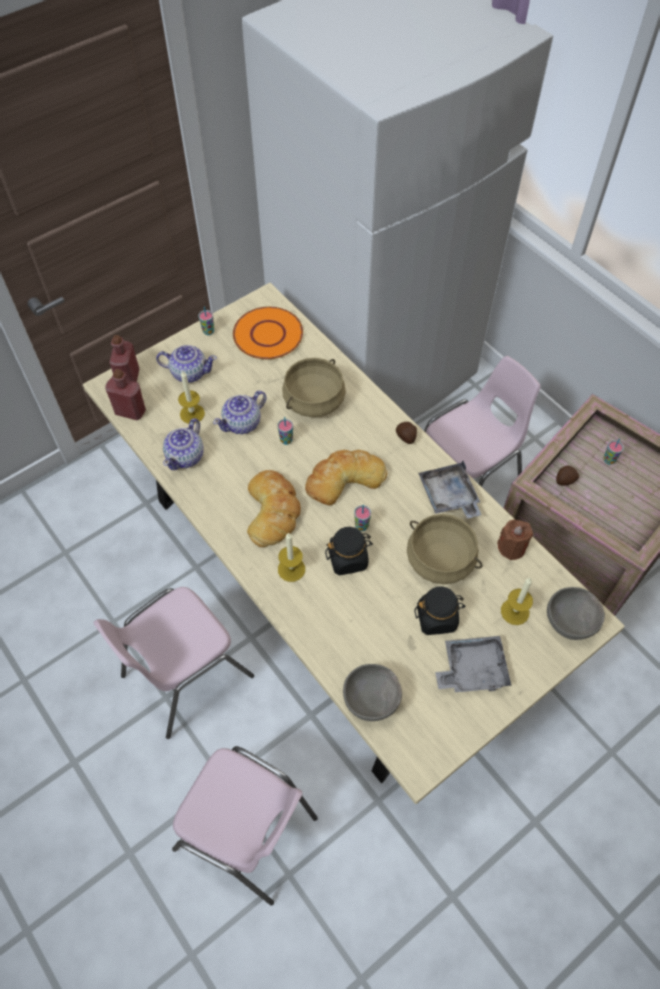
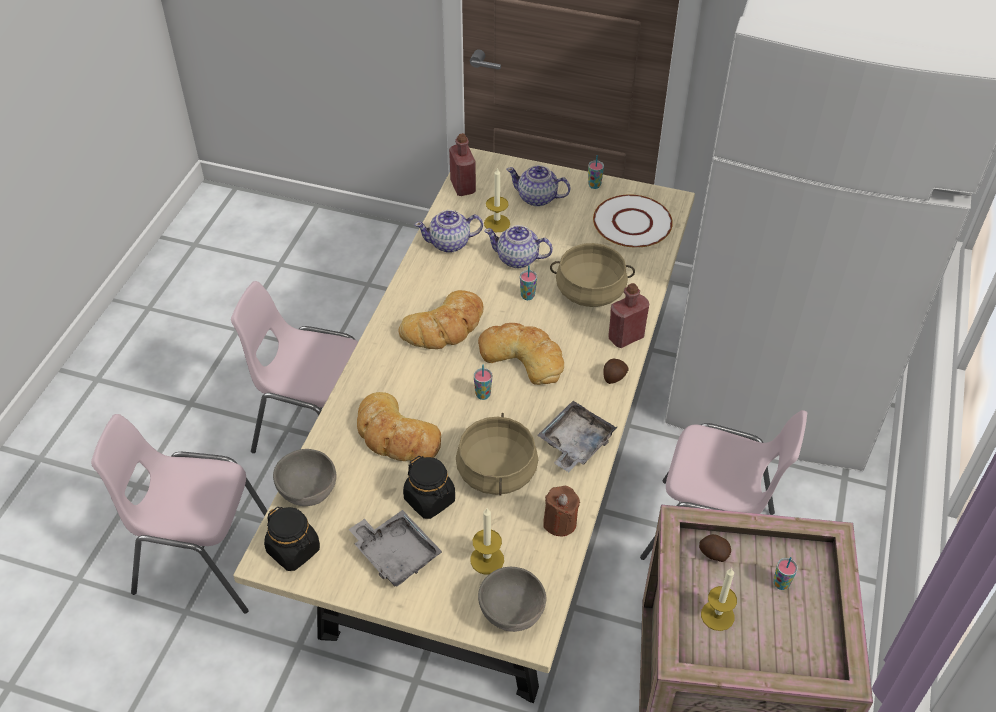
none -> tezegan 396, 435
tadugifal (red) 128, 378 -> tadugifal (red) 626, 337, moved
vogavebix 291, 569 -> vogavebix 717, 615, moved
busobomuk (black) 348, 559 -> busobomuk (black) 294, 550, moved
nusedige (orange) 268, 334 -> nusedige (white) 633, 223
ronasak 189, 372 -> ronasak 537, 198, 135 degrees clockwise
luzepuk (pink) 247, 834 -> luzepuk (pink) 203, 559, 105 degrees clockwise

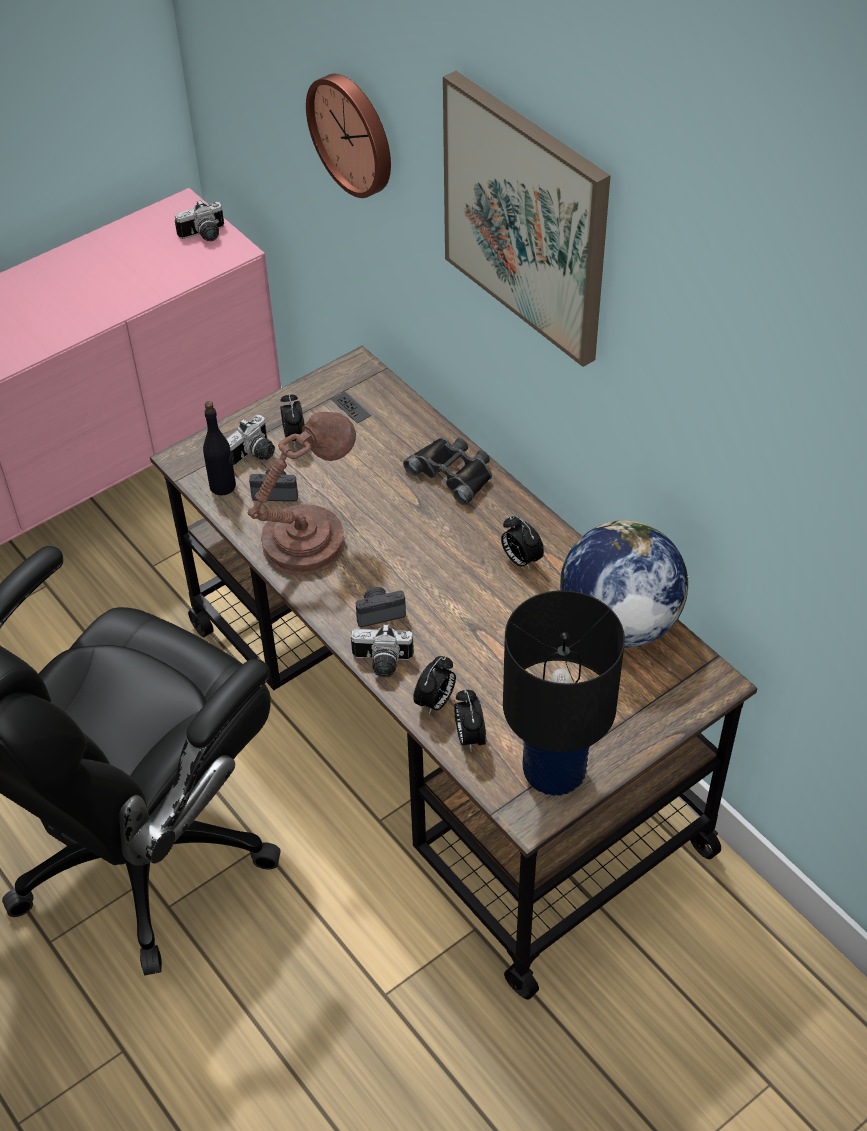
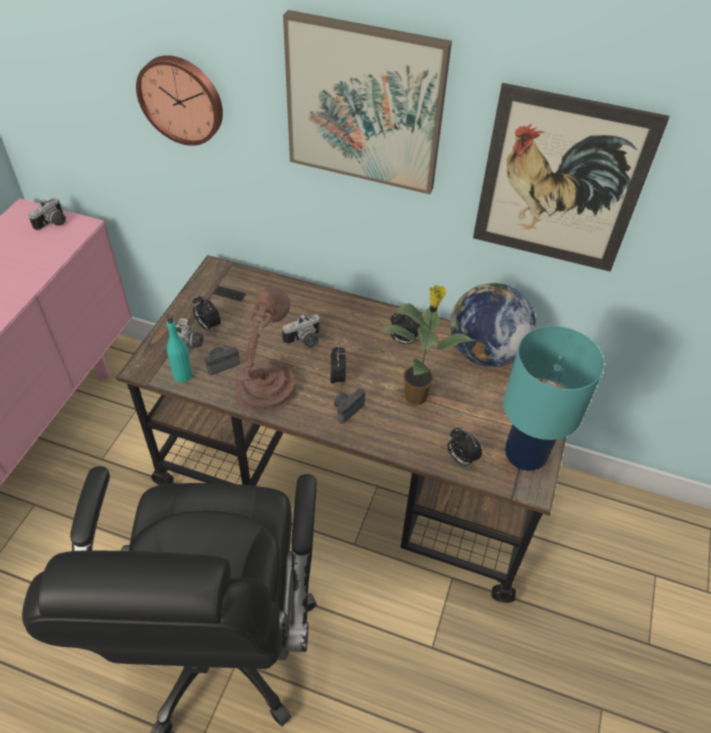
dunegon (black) 453, 473 -> none
none -> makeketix 417, 395
none -> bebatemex 560, 182
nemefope 381, 663 -> nemefope 304, 341, moved
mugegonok 435, 702 -> mugegonok 338, 379, moved
tadugifal (black) 223, 486 -> tadugifal (turquoise) 183, 375
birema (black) 553, 775 -> birema (turquoise) 525, 457

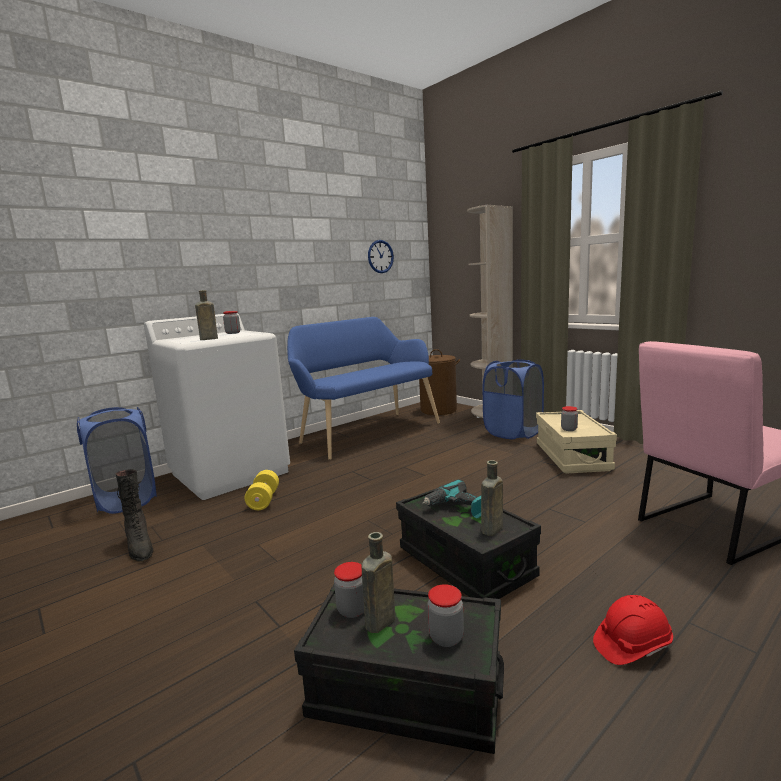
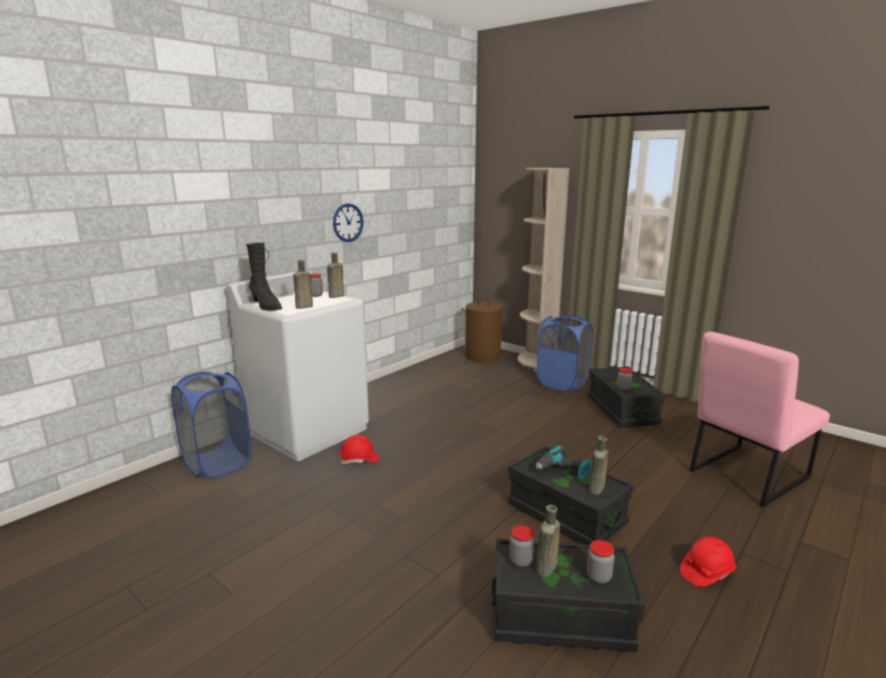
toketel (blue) 366, 432 -> none
none -> tadugifal (brown) 335, 296
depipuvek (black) 140, 548 -> depipuvek (black) 266, 306, moved
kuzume 380, 256 -> kuzume 348, 222, moved
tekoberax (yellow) 263, 500 -> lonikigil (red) 359, 460
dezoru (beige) 572, 457 -> dezoru (black) 622, 410

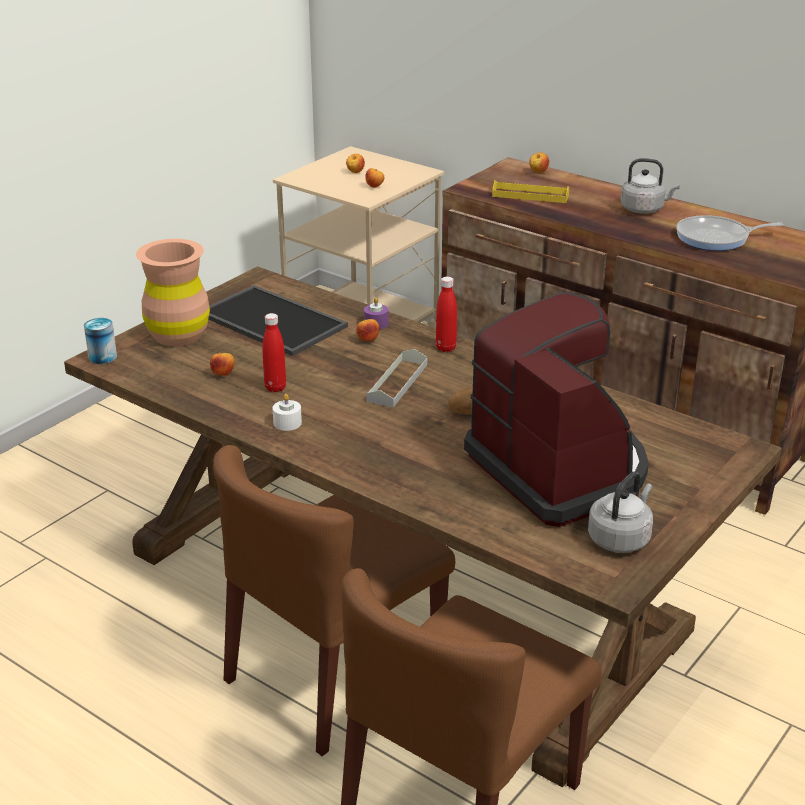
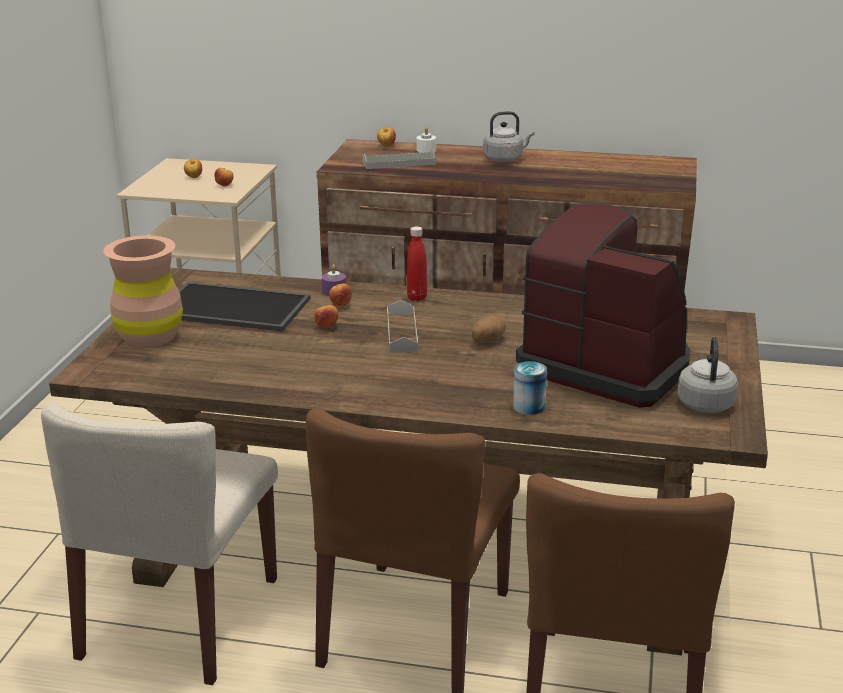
tadugifal (red) 275, 388 -> none
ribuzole 716, 238 -> none
none -> luzepuk (beige) 180, 618
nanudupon 102, 357 -> nanudupon 529, 407, moved
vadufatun 223, 374 -> vadufatun 326, 327, moved
vogavebix (white) 287, 423 -> vogavebix (white) 426, 150, moved
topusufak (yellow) 530, 195 -> topusufak (grey) 399, 163

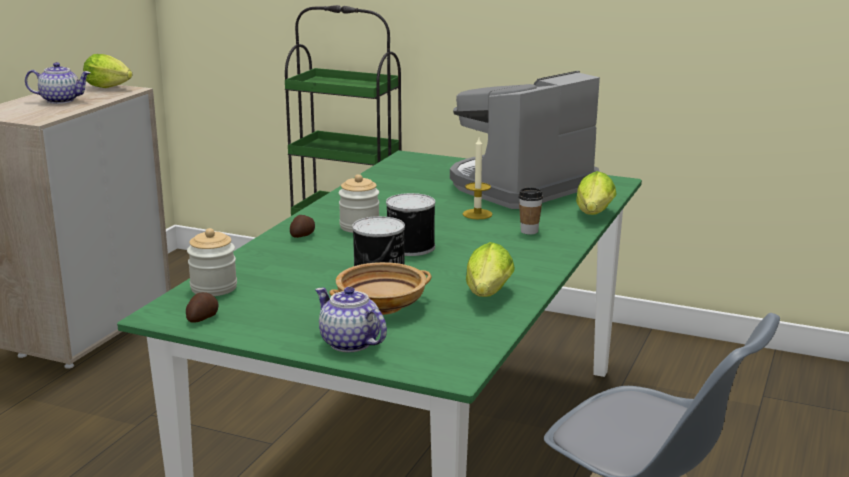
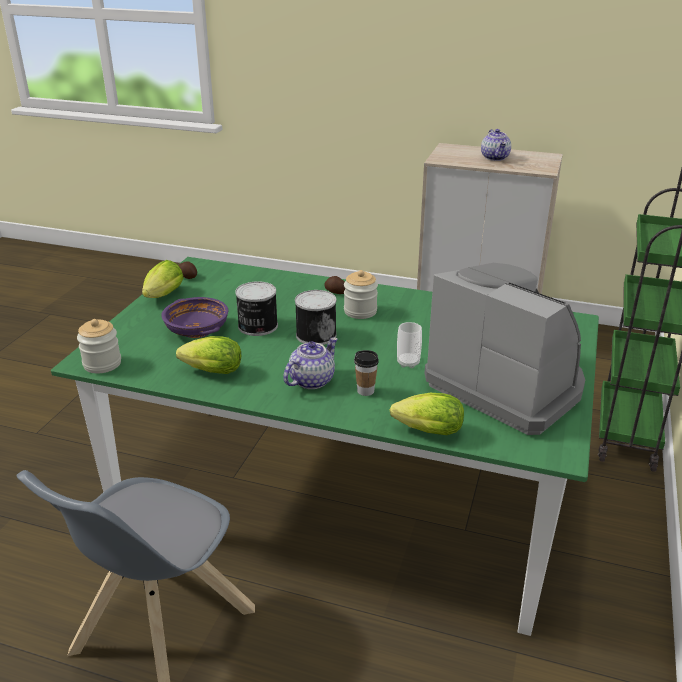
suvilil 111, 88 -> suvilil 162, 297, moved
busobomuk 214, 288 -> busobomuk 102, 364, moved
ronasak 349, 343 -> ronasak 311, 380, moved
vogavebix 477, 214 -> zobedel 408, 363
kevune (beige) 382, 305 -> kevune (purple) 197, 330

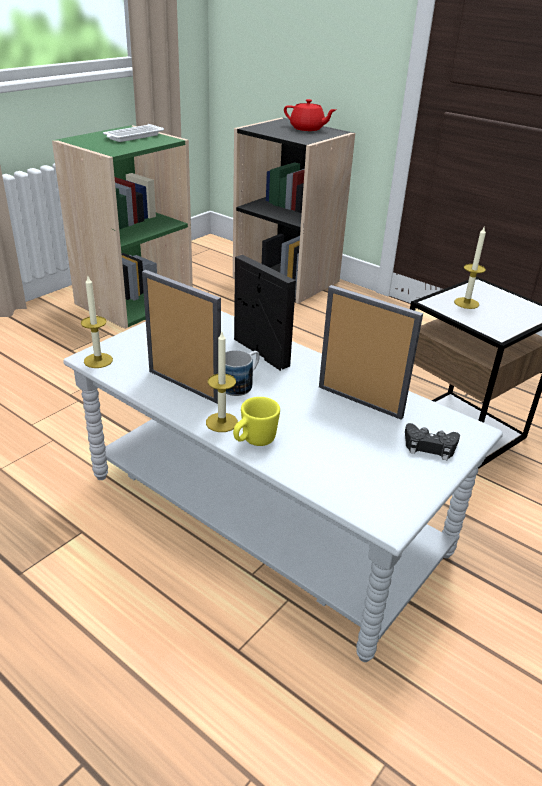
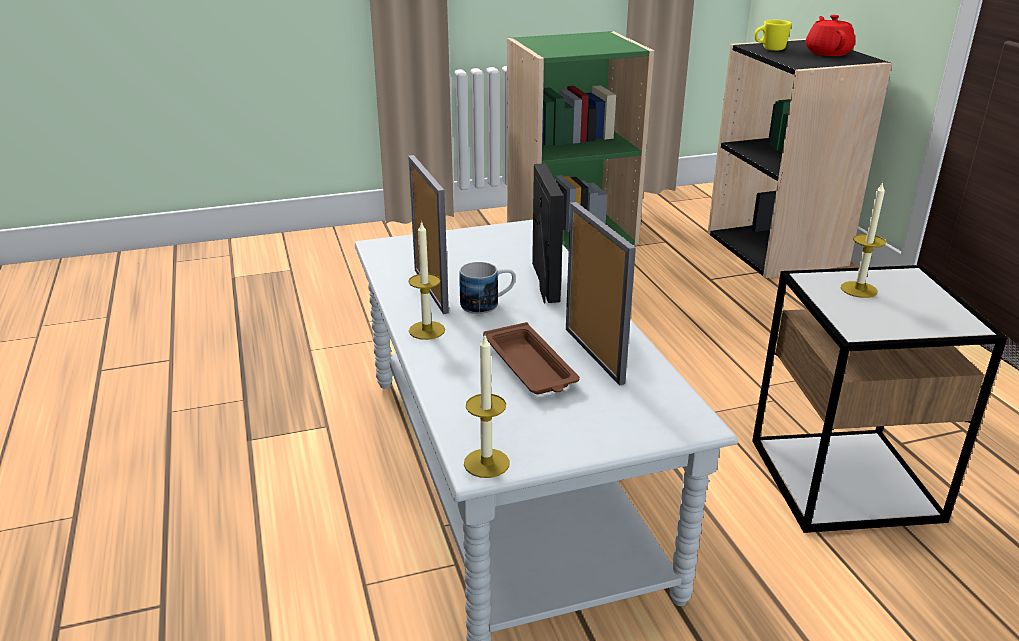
topusufak (white) 133, 137 -> none
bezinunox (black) 429, 446 -> none
none -> topusufak (brown) 530, 367
vogavebix 98, 360 -> vogavebix 486, 463, moved
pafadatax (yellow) 254, 441 -> pafadatax (yellow) 769, 49, moved
ronasak (red) 307, 129 -> ronasak (red) 827, 53, 150 degrees counterclockwise

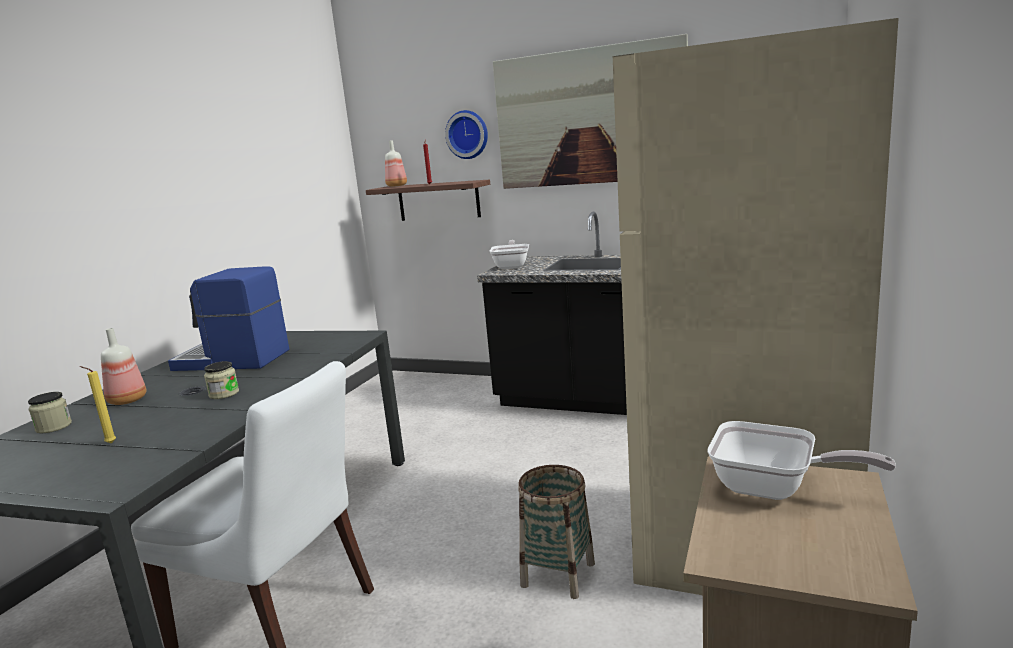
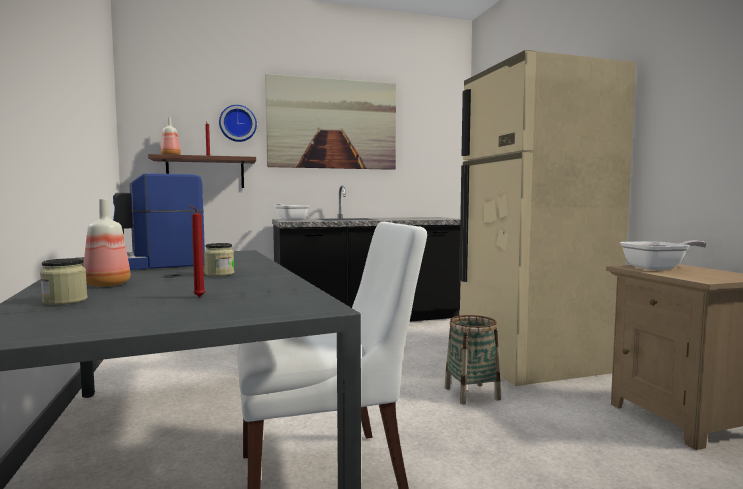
vogavebix (yellow) 109, 443 -> vogavebix (red) 197, 297

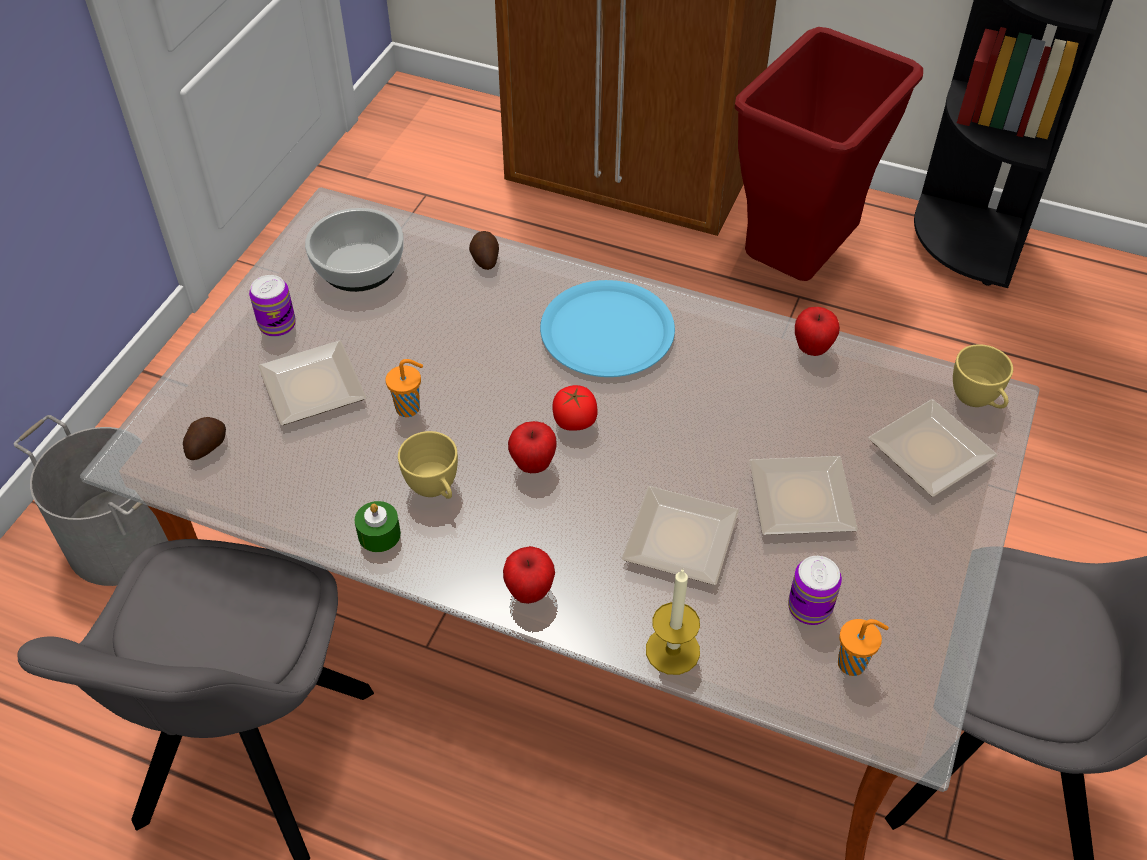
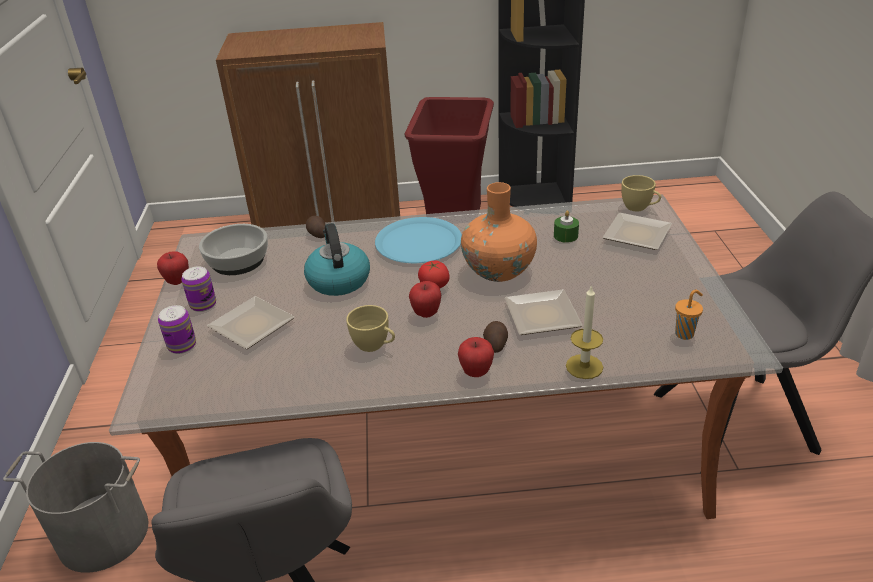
zobedel (orange) 409, 408 -> none
nusedige 805, 502 -> none
none -> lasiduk 338, 280
none -> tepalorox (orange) 499, 270
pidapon 206, 446 -> pidapon 495, 344, moved
vogavebix (green) 379, 534 -> vogavebix (green) 565, 236, moved
nanudupon 809, 607 -> nanudupon 182, 345, moved
vadufatun 812, 348 -> vadufatun 177, 281, moved

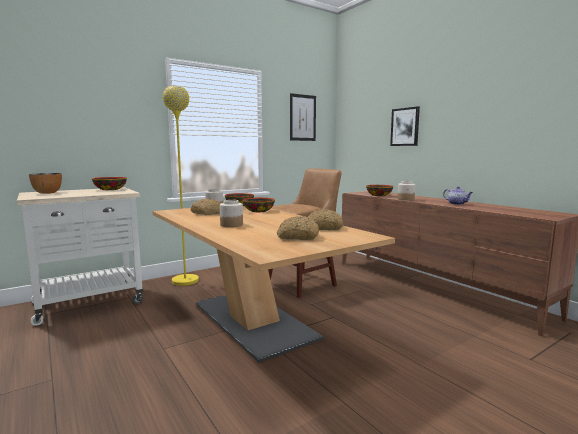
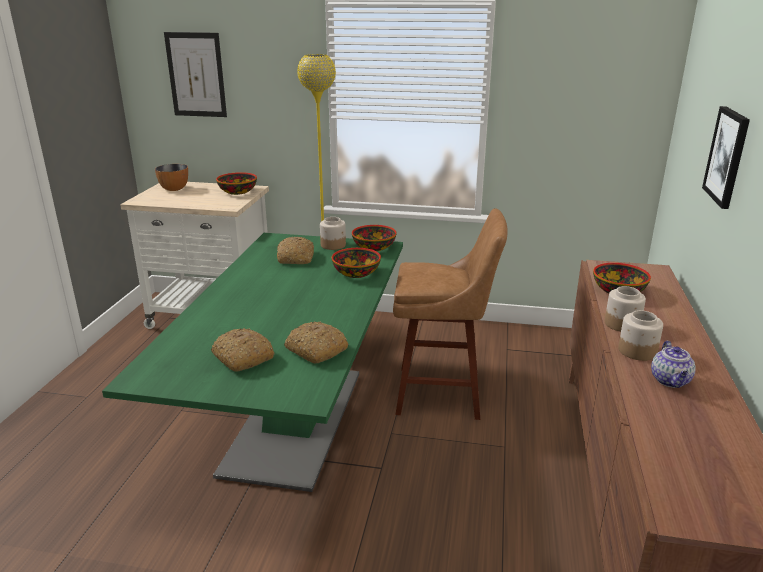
busobomuk 231, 225 -> busobomuk 636, 351, moved
bebatemex 302, 117 -> bebatemex 196, 75, moved
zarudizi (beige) 253, 321 -> zarudizi (green) 295, 421

